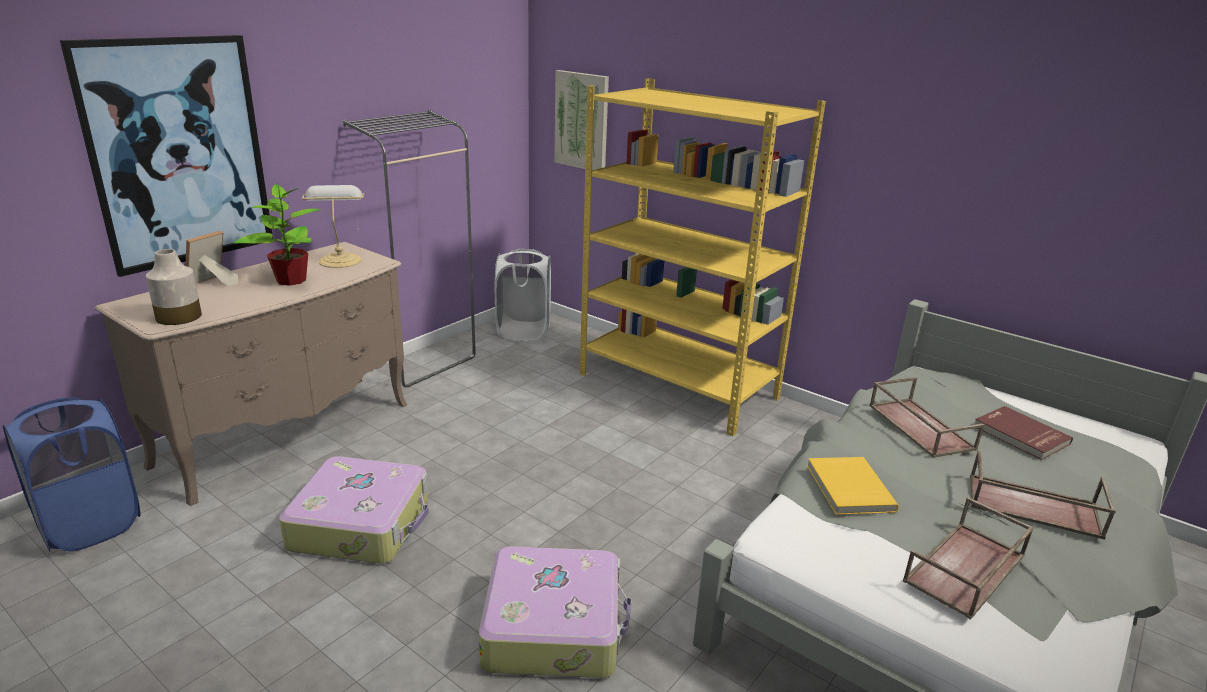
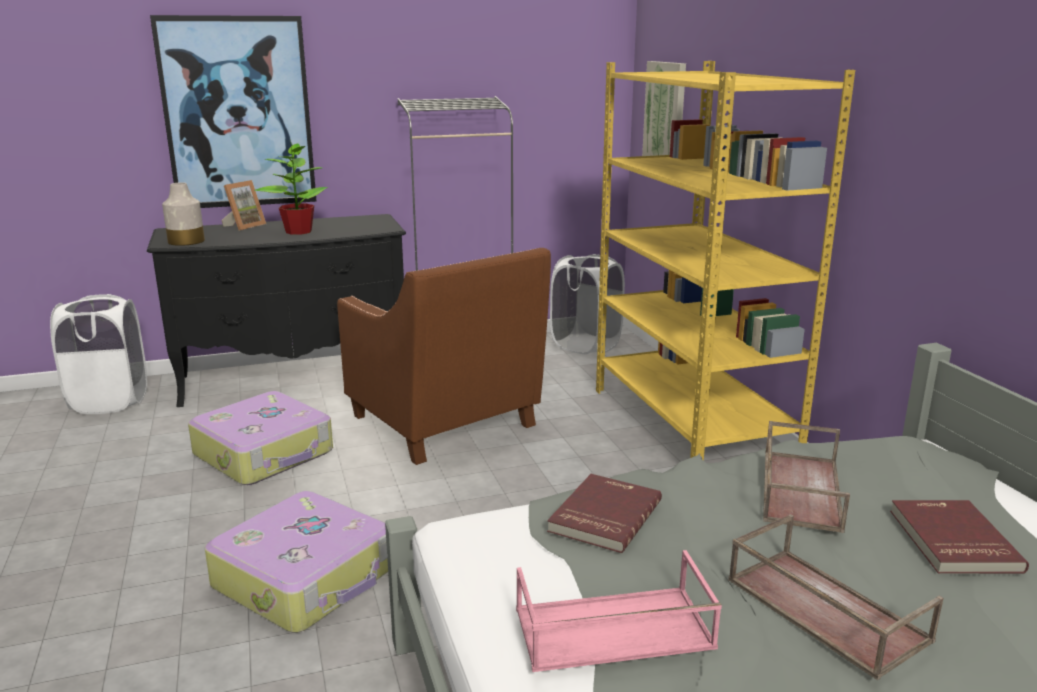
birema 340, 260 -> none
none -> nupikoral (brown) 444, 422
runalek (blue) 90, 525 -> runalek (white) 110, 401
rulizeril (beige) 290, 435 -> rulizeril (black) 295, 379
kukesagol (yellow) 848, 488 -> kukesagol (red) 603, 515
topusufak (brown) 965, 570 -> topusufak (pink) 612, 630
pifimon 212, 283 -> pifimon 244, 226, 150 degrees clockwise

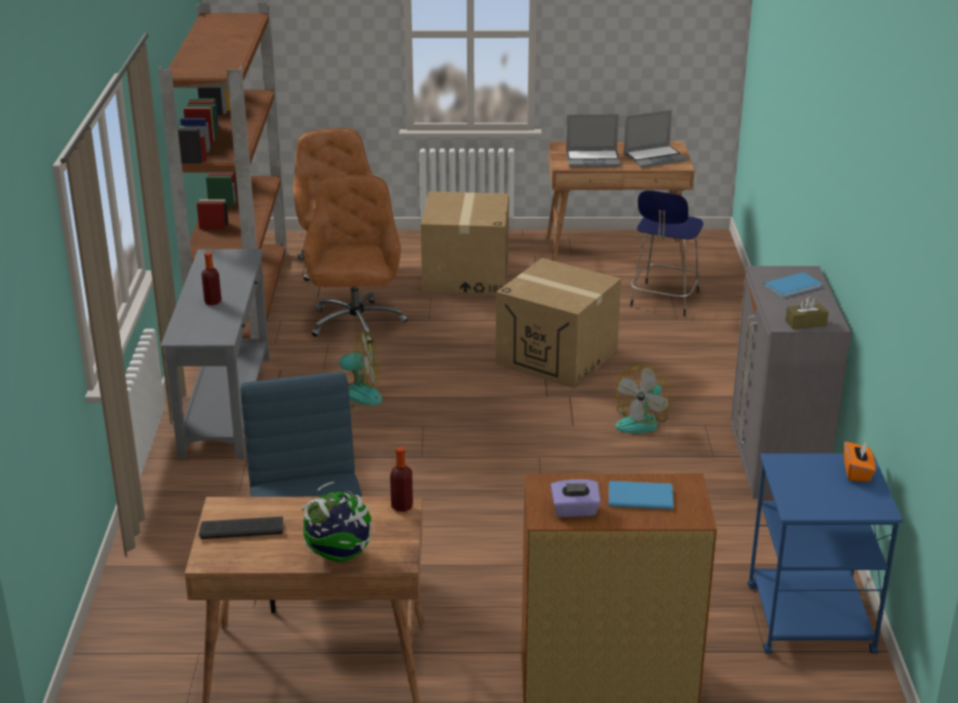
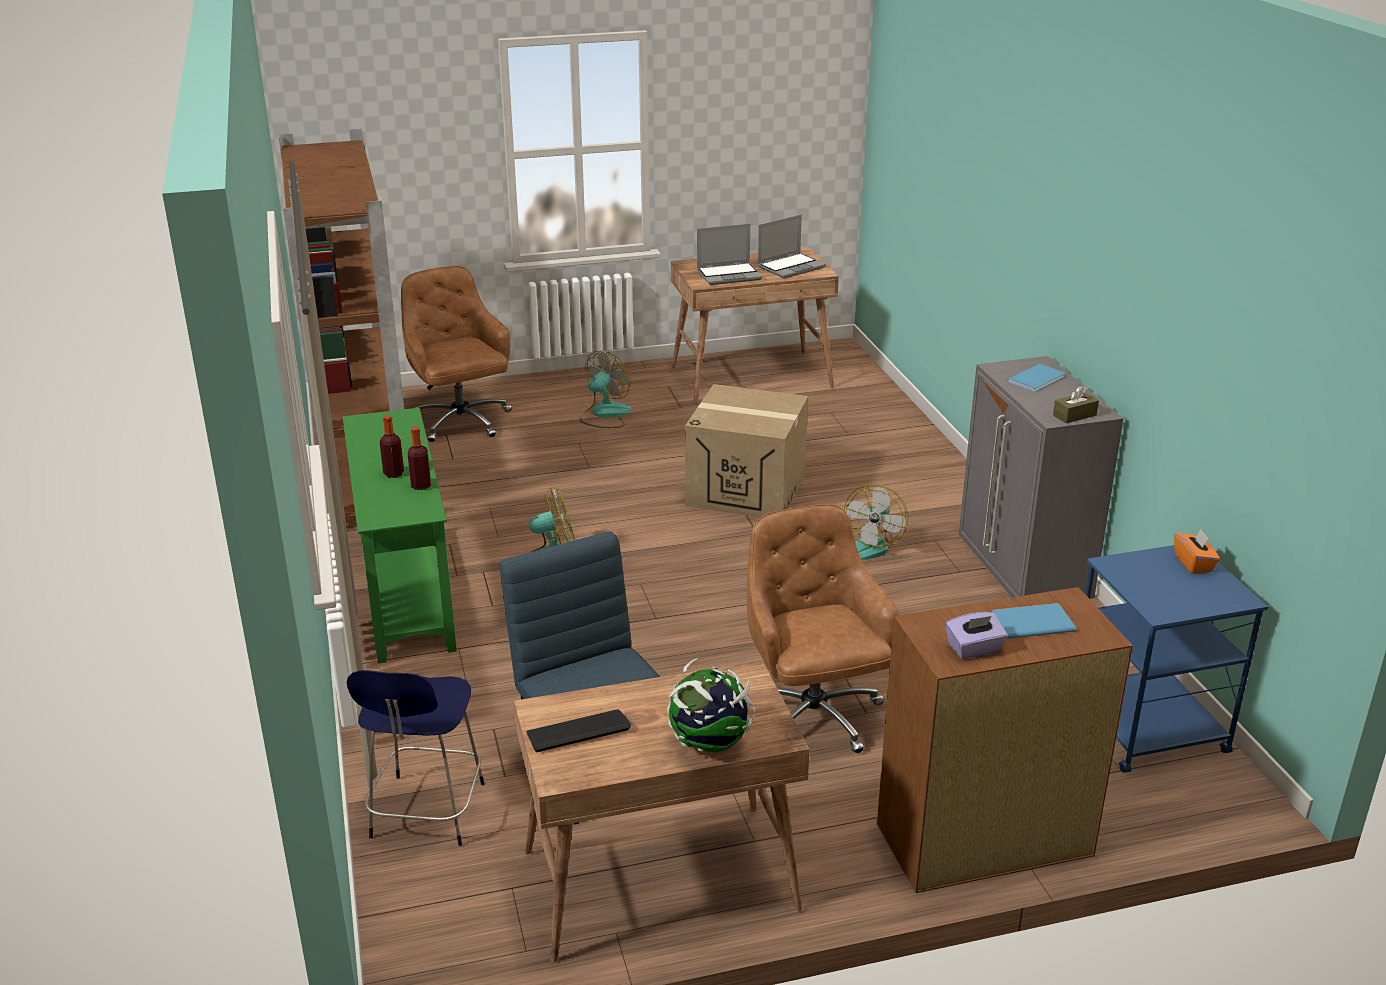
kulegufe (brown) 357, 322 -> kulegufe (brown) 814, 715, moved
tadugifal 402, 506 -> tadugifal 421, 486, moved
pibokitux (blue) 664, 300 -> pibokitux (blue) 426, 813, moved
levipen 465, 275 -> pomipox 605, 414
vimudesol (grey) 225, 406 -> vimudesol (green) 405, 593

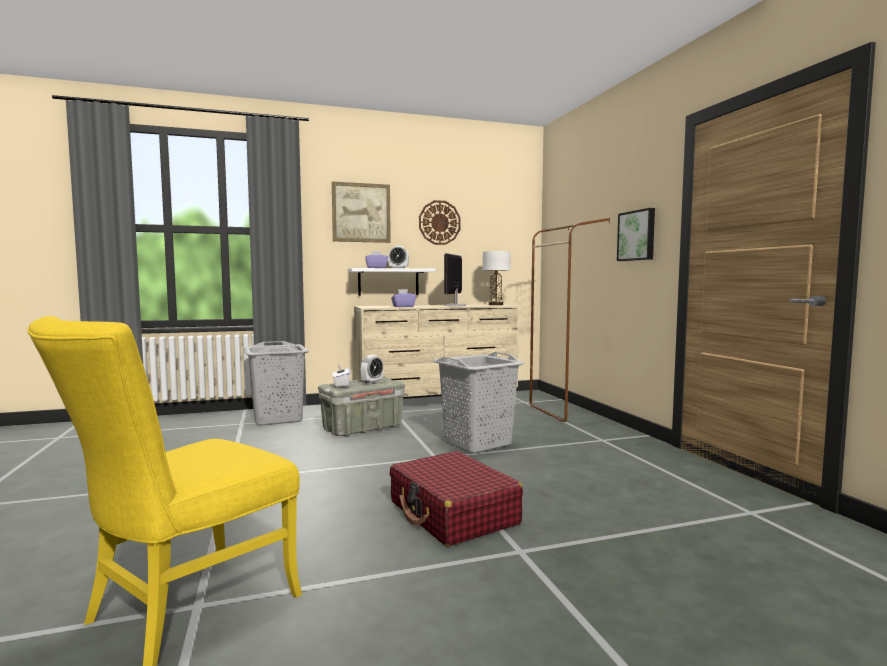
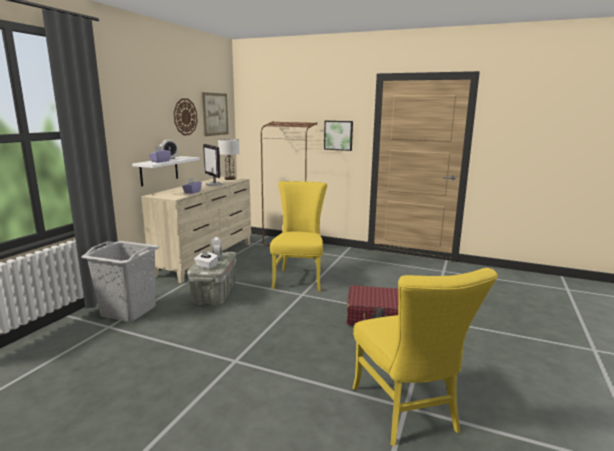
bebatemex 361, 212 -> bebatemex 215, 114, moved
runalek (grey) 478, 443 -> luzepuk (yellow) 299, 278

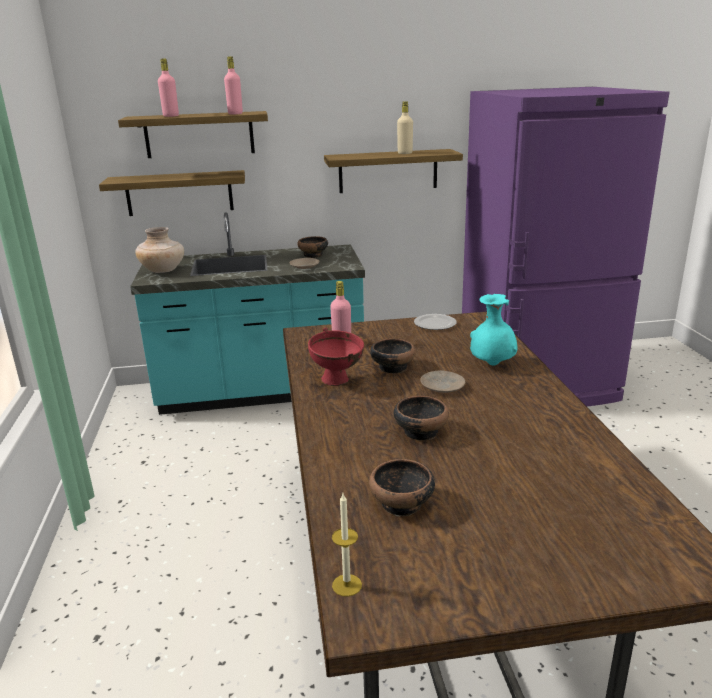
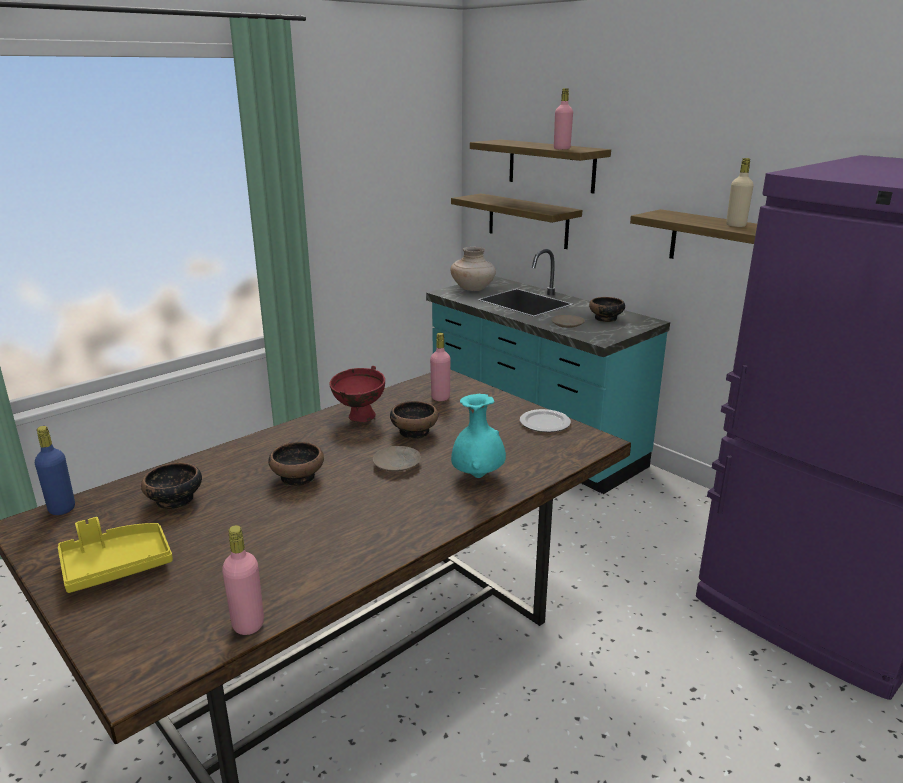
none -> topusufak (yellow) 116, 566
tadugifal (pink) 171, 116 -> tadugifal (pink) 248, 624, moved
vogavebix 347, 585 -> tadugifal (blue) 62, 508

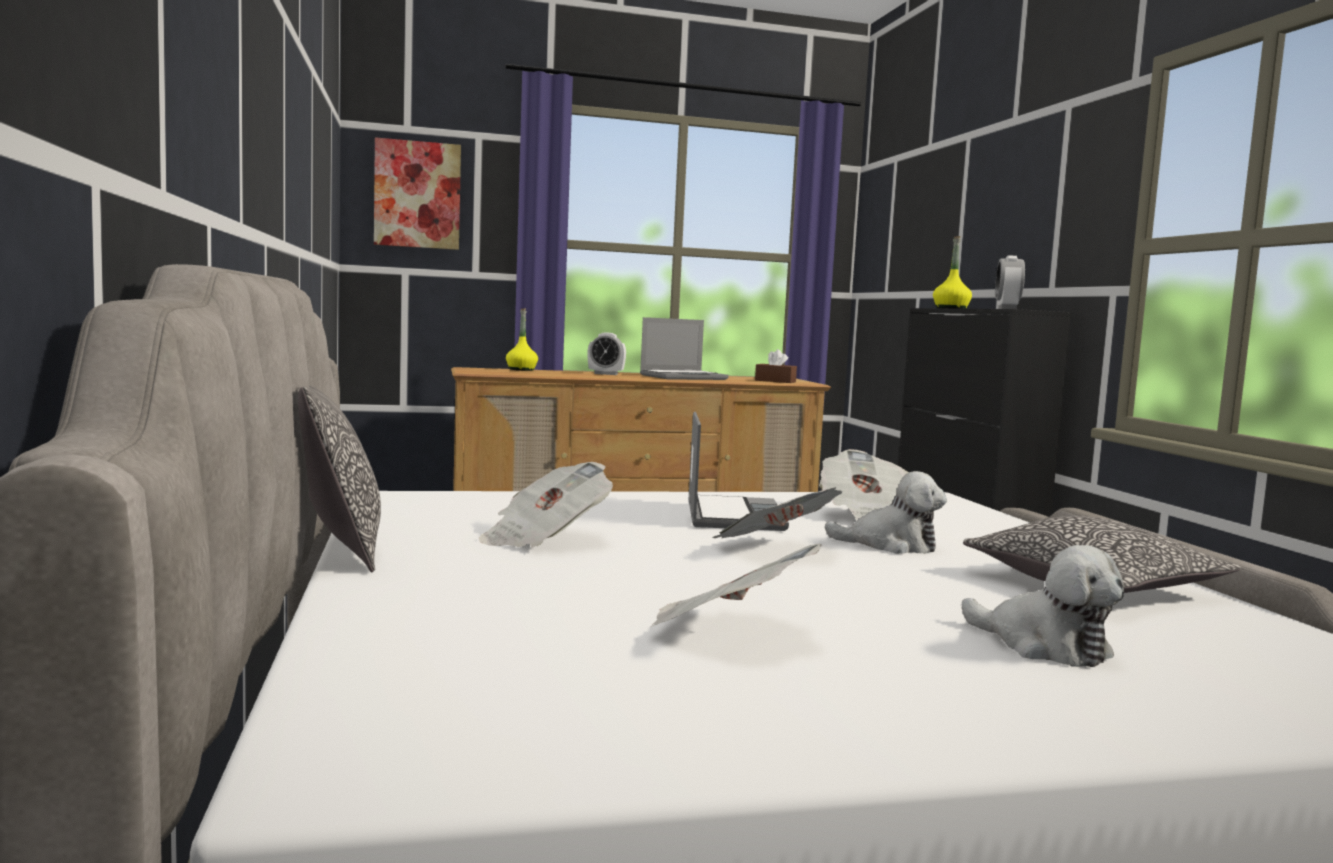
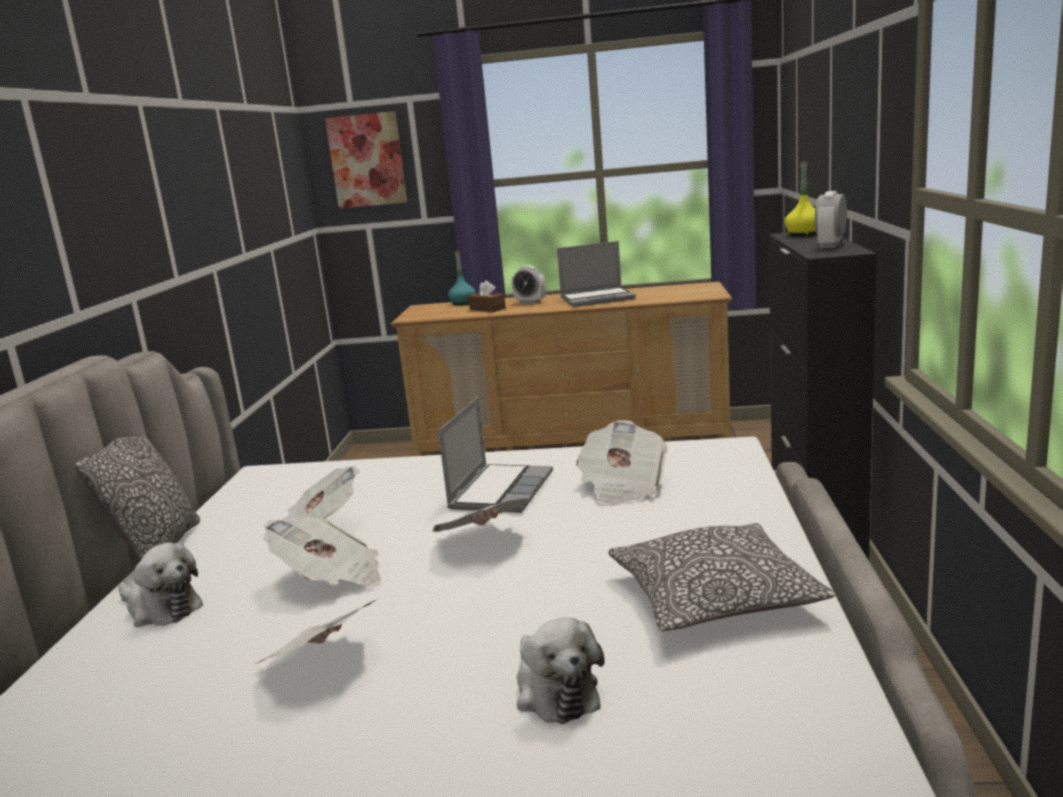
none -> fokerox 332, 579
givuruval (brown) 775, 381 -> givuruval (brown) 487, 309, moved
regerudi 890, 545 -> regerudi 161, 608, moved
tadugifal (yellow) 521, 369 -> tadugifal (turquoise) 462, 303

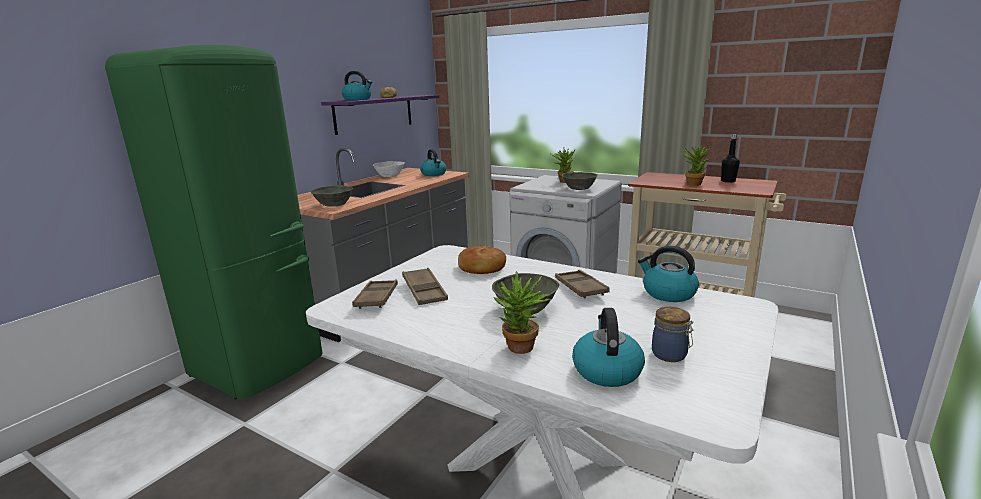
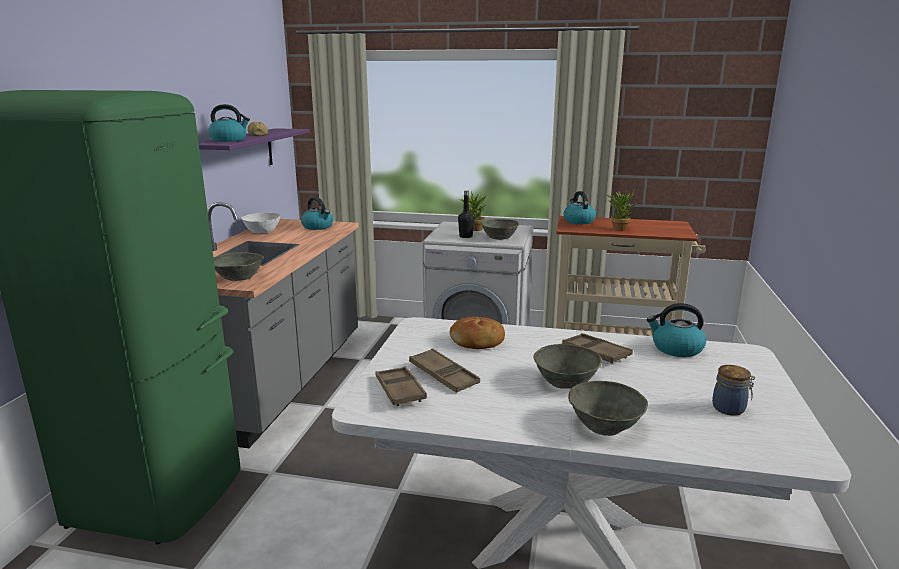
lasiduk 606, 370 -> lasiduk 578, 221, moved
tadugifal (black) 728, 181 -> tadugifal (black) 465, 236, moved
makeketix 521, 350 -> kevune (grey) 603, 425

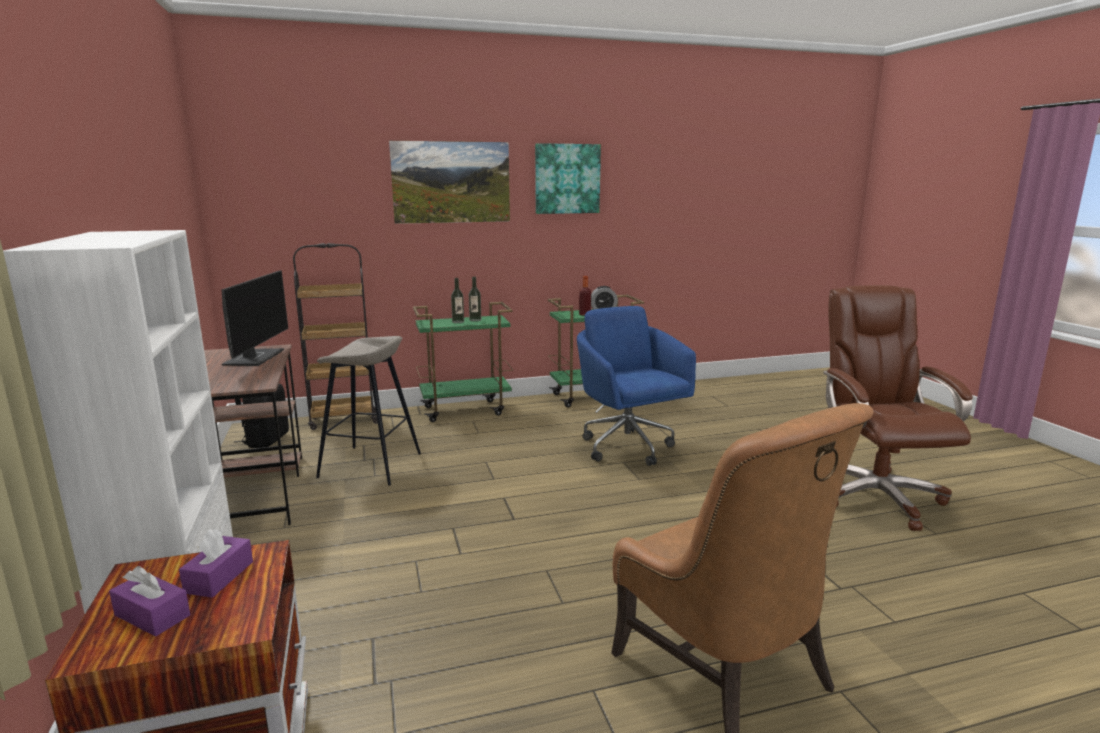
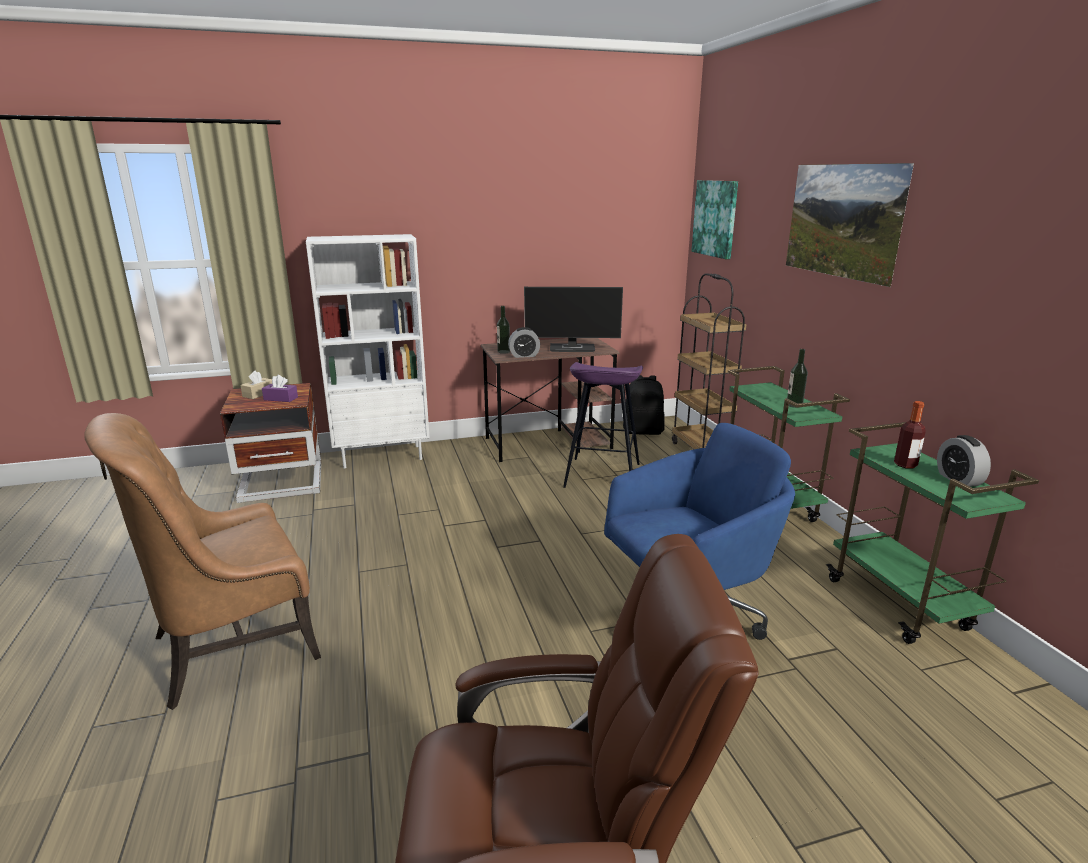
none -> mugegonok 524, 355
tadugifal 458, 322 -> tadugifal 503, 352, moved
bebatemex 567, 179 -> bebatemex 715, 218, moved
givuruval (purple) 152, 615 -> givuruval (beige) 259, 394
pibokitux (grey) 370, 465 -> pibokitux (purple) 602, 475

